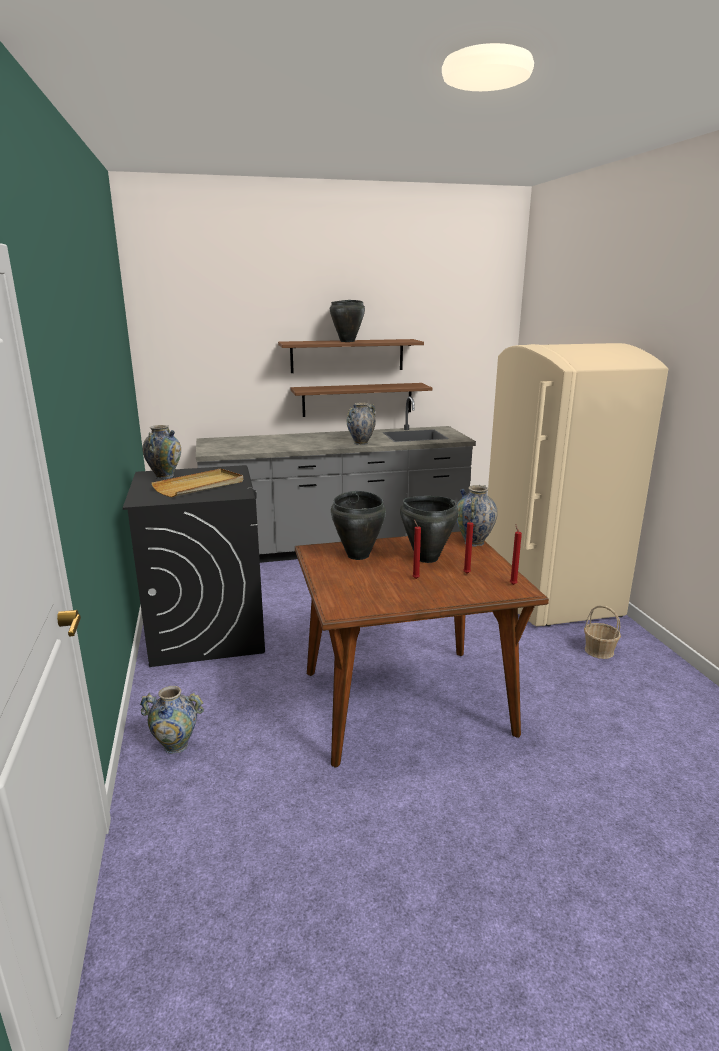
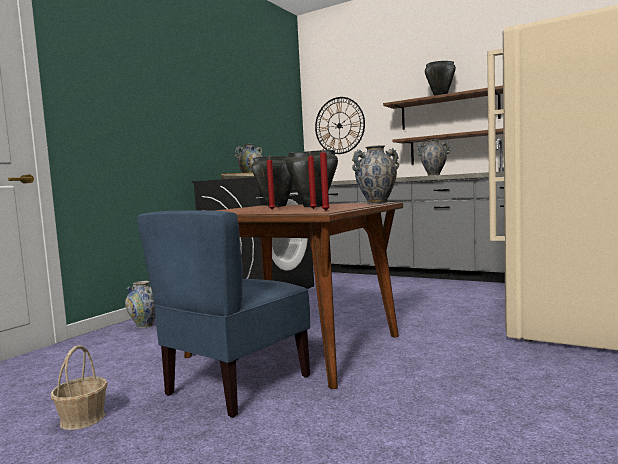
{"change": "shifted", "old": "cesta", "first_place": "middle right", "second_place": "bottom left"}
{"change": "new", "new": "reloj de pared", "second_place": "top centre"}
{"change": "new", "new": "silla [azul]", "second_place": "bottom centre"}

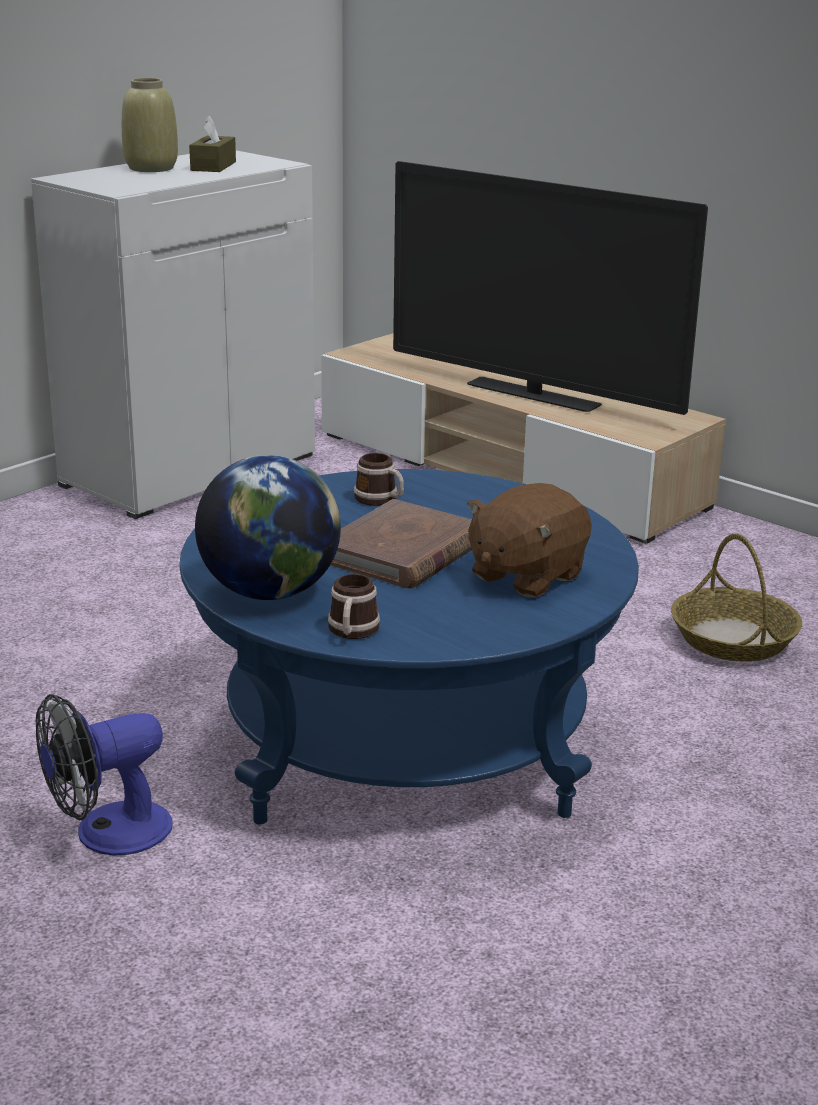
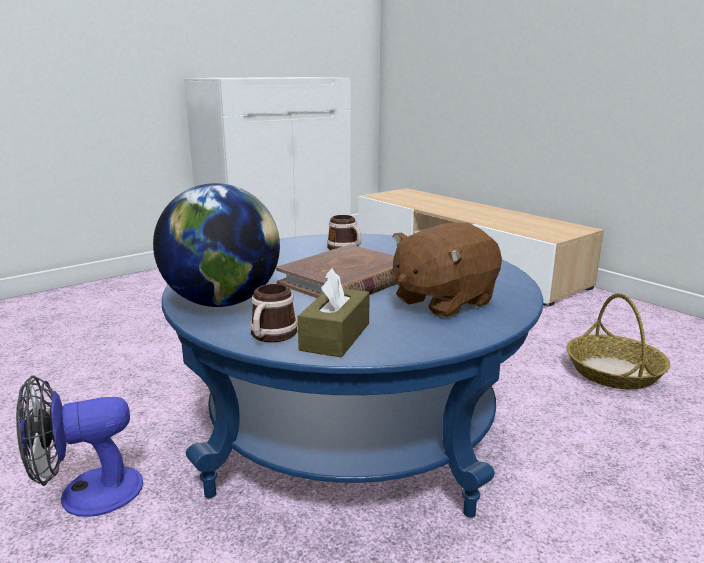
{"change": "gone", "old": "florero [beis]", "first_place": "top left"}
{"change": "shifted", "old": "caja de pañuelos [marrón]", "first_place": "top left", "second_place": "centre"}
{"change": "gone", "old": "televisor", "first_place": "top right"}

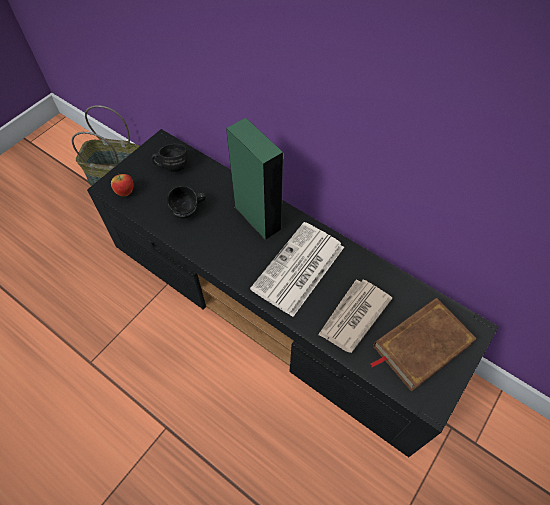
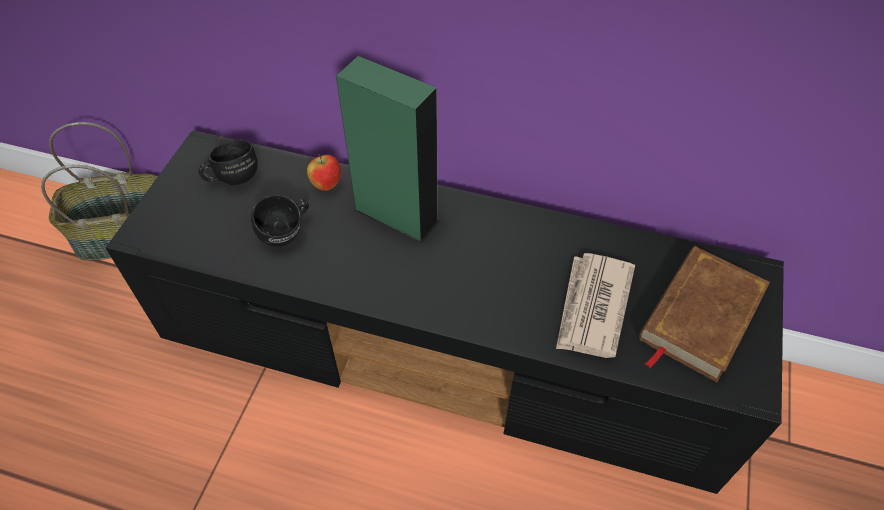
{"change": "shifted", "old": "manzana", "first_place": "middle left", "second_place": "centre"}
{"change": "gone", "old": "periódico (no. 1 from left)", "first_place": "centre"}

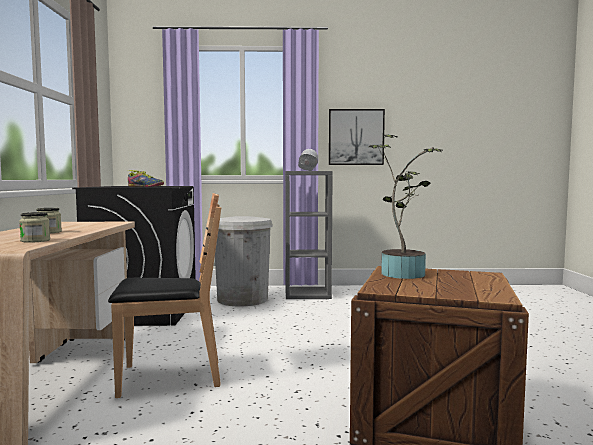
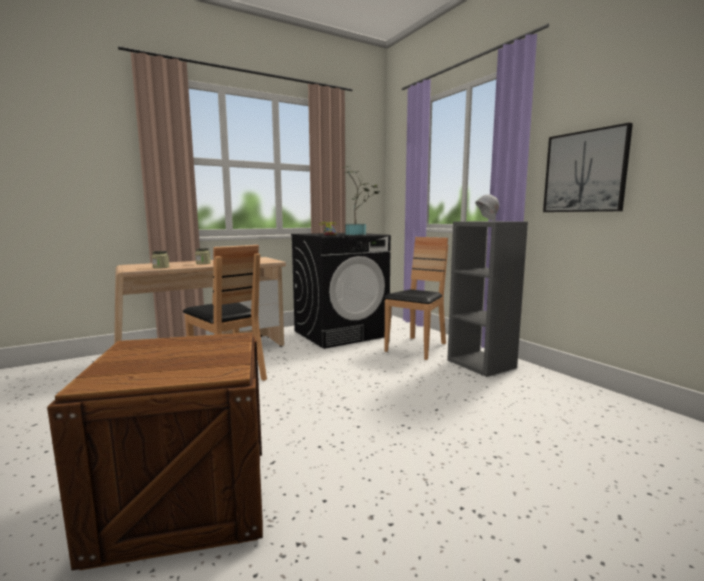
{"change": "shifted", "old": "planta en maceta", "first_place": "middle right", "second_place": "centre"}
{"change": "swapped", "old": "papelera [blanco]", "new": "silla [marrón] (no. 2 from left)", "first_place": "centre", "second_place": "centre"}

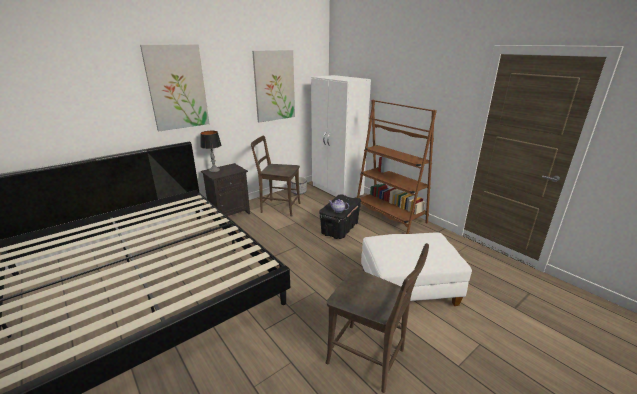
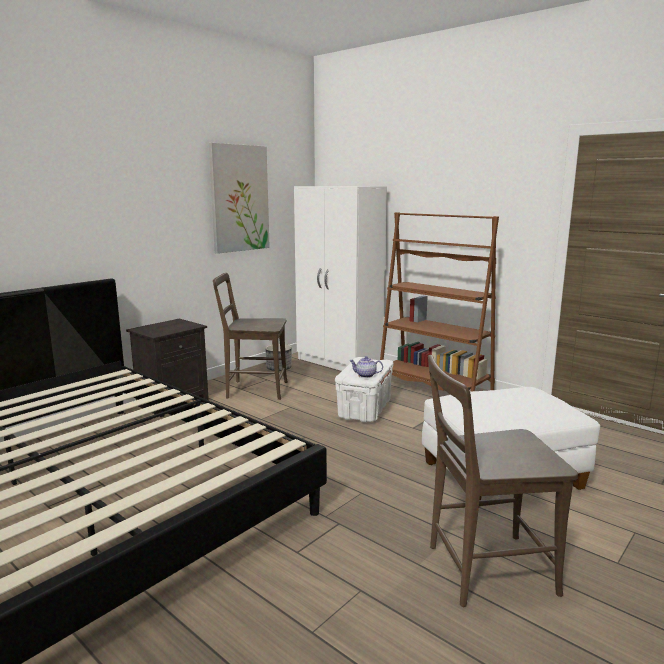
{"change": "gone", "old": "cuadro (no. 1 from left)", "first_place": "top left"}
{"change": "gone", "old": "lámpara de mesa", "first_place": "middle left"}
{"change": "repainted", "old": "caja de almacenaje [negro]", "new": "caja de almacenaje [blanco]", "first_place": "centre", "second_place": "centre"}
{"change": "rotated", "old": "silla [marrón] (no. 2 from left)", "first_place": "bottom centre", "second_place": "bottom right", "degrees": 150}

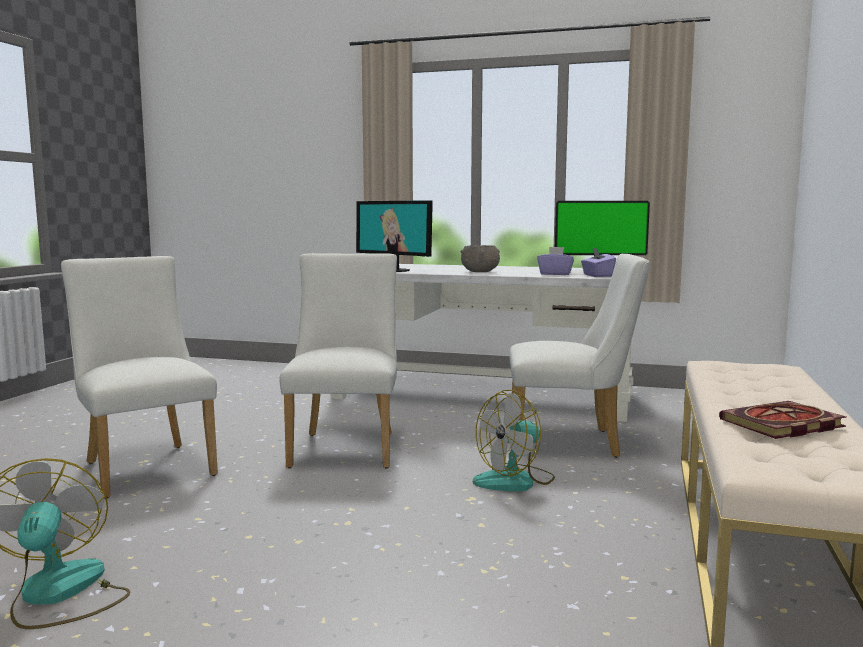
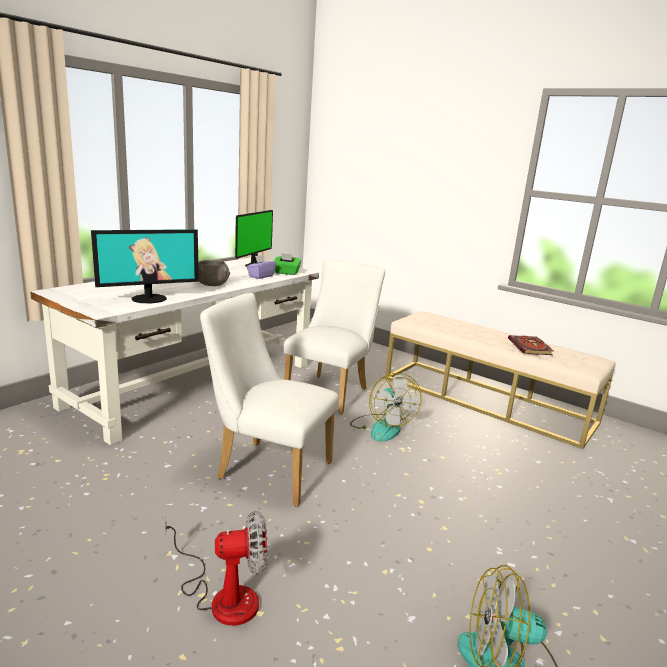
{"change": "repainted", "old": "caja de pañuelos [morado] (no. 2 from left)", "new": "caja de pañuelos [verde]", "first_place": "middle right", "second_place": "centre"}
{"change": "swapped", "old": "silla [blanco] (no. 1 from left)", "new": "ventilador (no. 1 from left)", "first_place": "middle left", "second_place": "bottom left"}

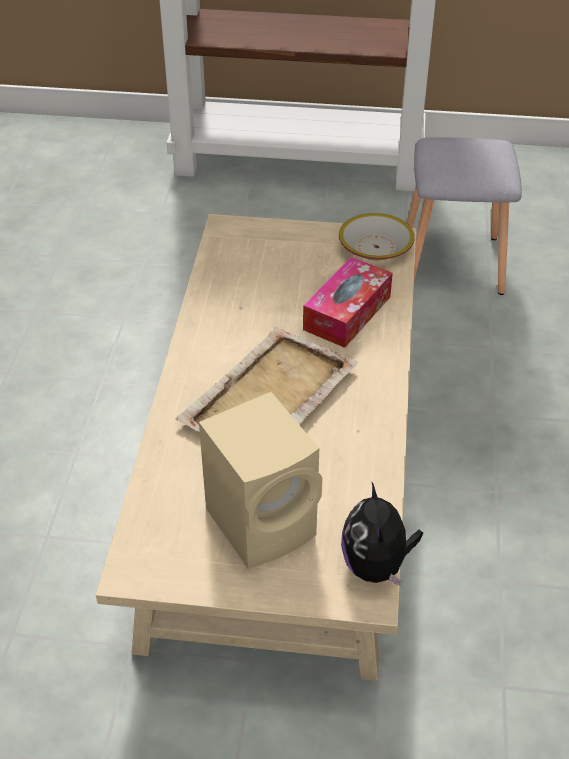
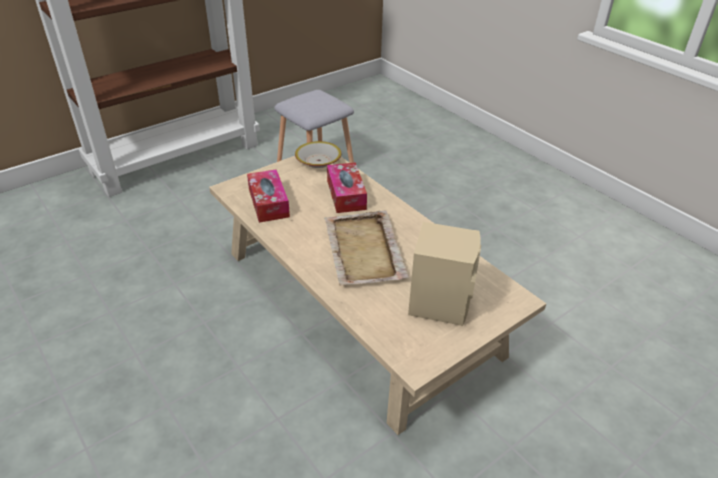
{"change": "gone", "old": "peluche", "first_place": "bottom right"}
{"change": "new", "new": "caja de pañuelos (no. 1 from left)", "second_place": "centre"}

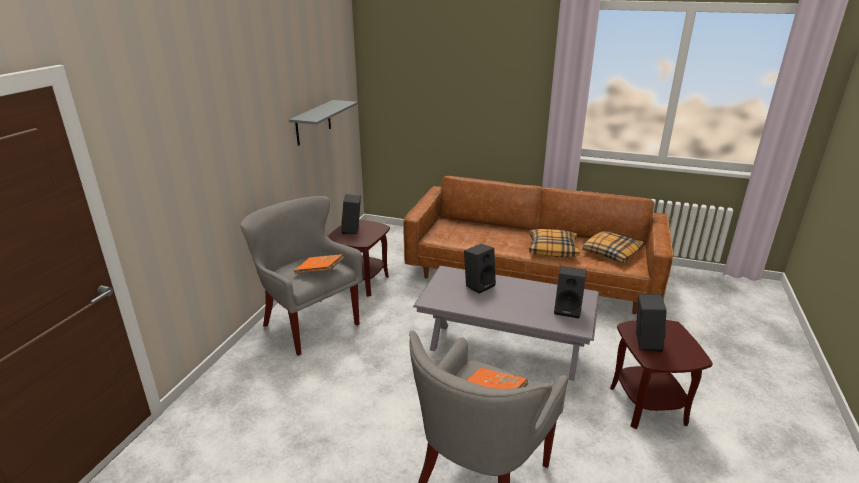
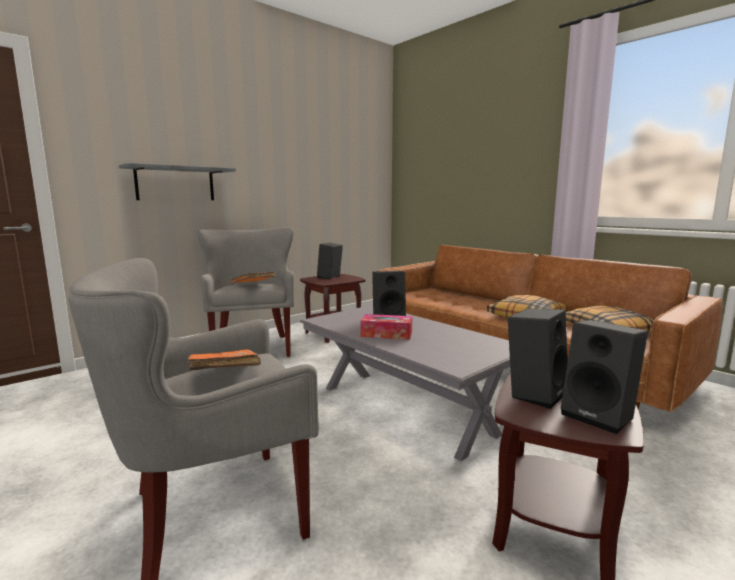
{"change": "shifted", "old": "estante [gris]", "first_place": "top centre", "second_place": "top left"}
{"change": "shifted", "old": "altavoz [negro] (no. 3 from left in the first image)", "new": "altavoz [negro] (no. 4 from left)", "first_place": "centre", "second_place": "middle right"}
{"change": "new", "new": "caja de pañuelos", "second_place": "centre"}

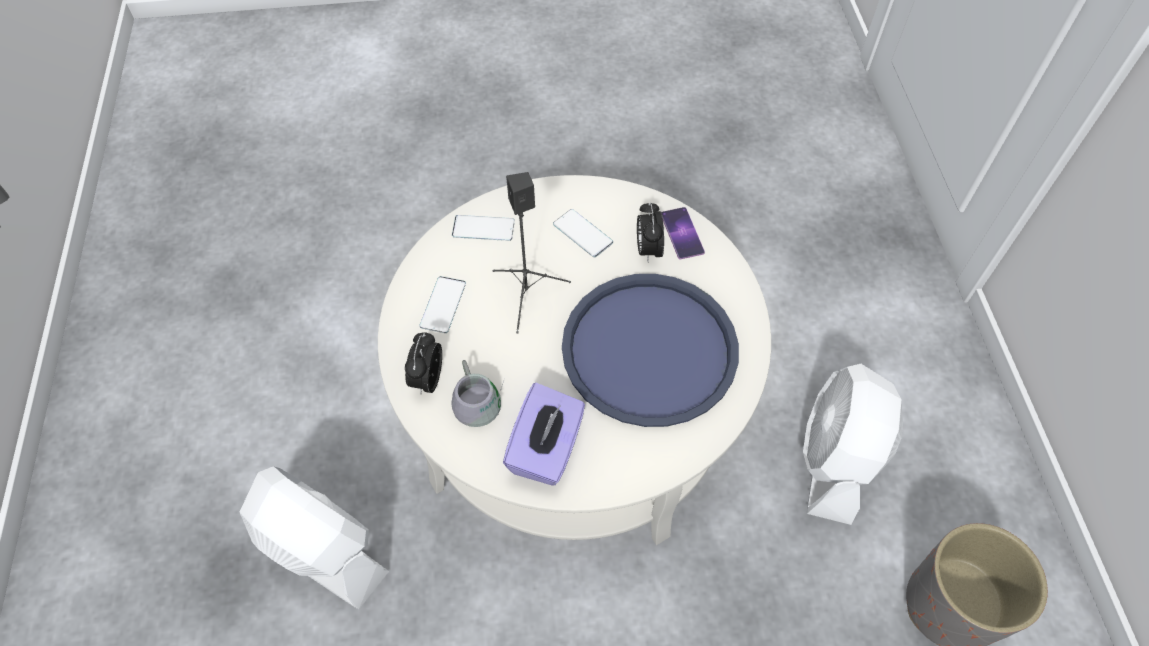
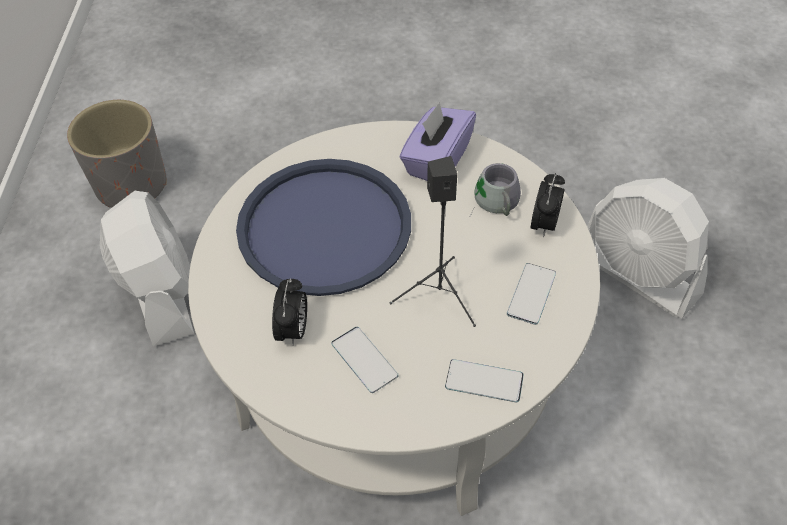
{"change": "gone", "old": "móvil (no. 4 from left)", "first_place": "centre"}
{"change": "rotated", "old": "ventilador [blanco] (no. 2 from left in the first image)", "first_place": "bottom right", "second_place": "middle left", "degrees": -45}

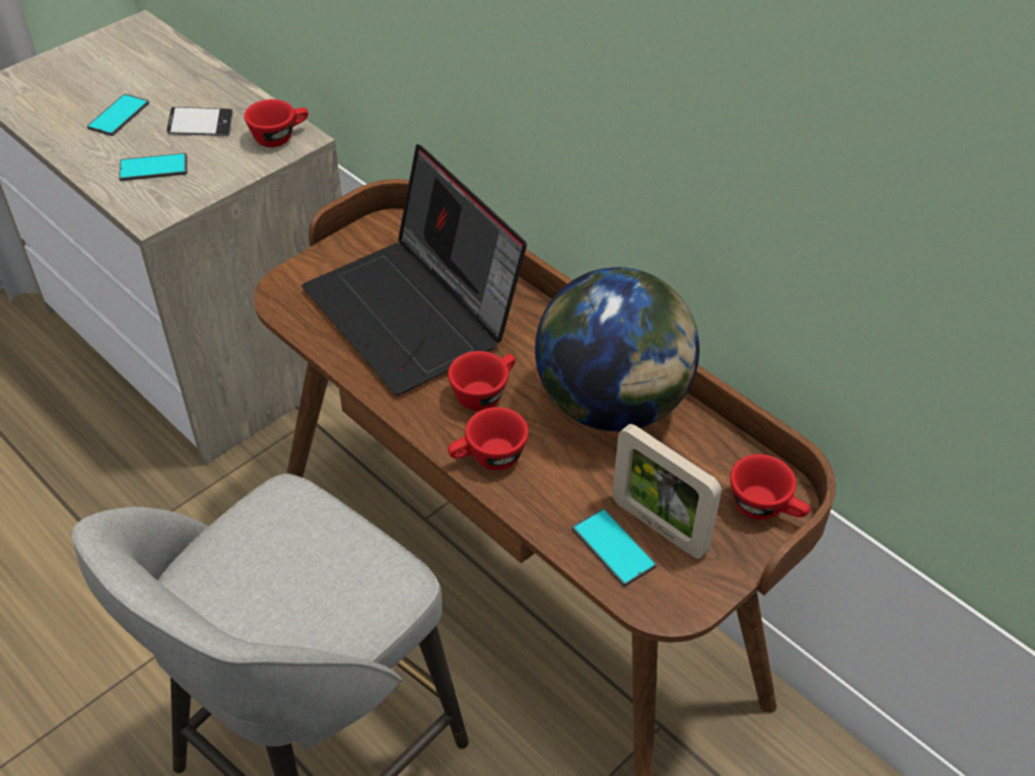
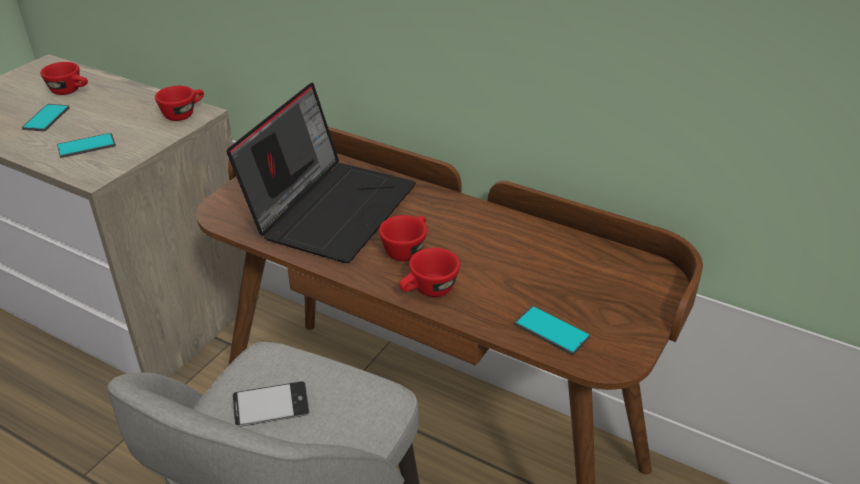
{"change": "shifted", "old": "móvil (no. 3 from left)", "first_place": "top left", "second_place": "bottom left"}
{"change": "rotated", "old": "portátil", "first_place": "centre", "second_place": "centre", "degrees": -105}
{"change": "gone", "old": "globo terráqueo", "first_place": "centre"}
{"change": "gone", "old": "portarretratos", "first_place": "centre"}
{"change": "shifted", "old": "taza [rojo] (no. 4 from left in the first image)", "new": "taza [rojo] (no. 1 from left)", "first_place": "middle right", "second_place": "top left"}

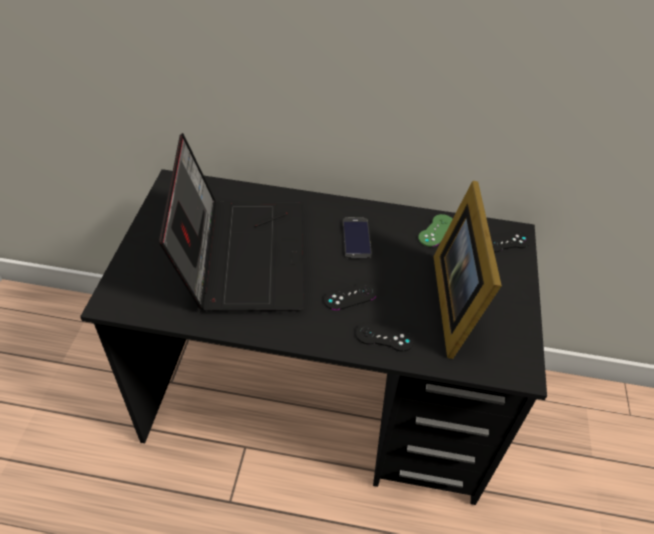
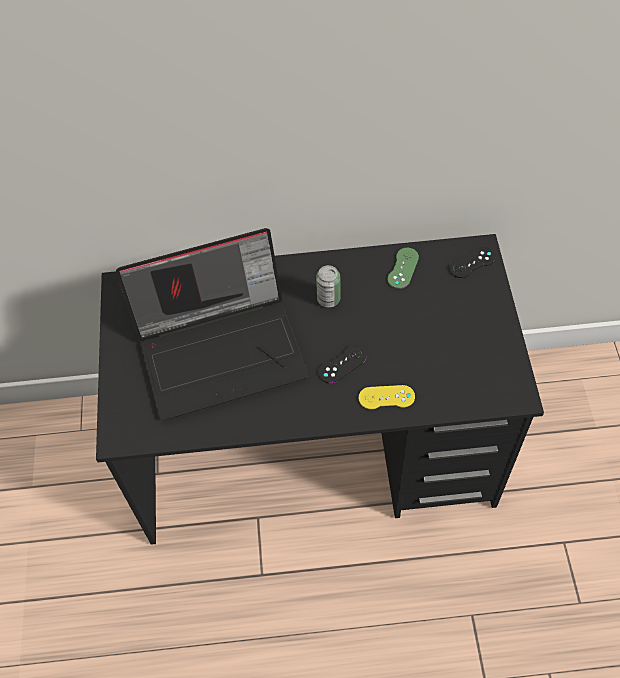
{"change": "rotated", "old": "portátil", "first_place": "centre", "second_place": "centre", "degrees": 90}
{"change": "gone", "old": "portarretratos", "first_place": "middle right"}
{"change": "swapped", "old": "móvil", "new": "lata", "first_place": "centre", "second_place": "centre"}
{"change": "repainted", "old": "mando de consola [negro] (no. 2 from left)", "new": "mando de consola [amarillo]", "first_place": "centre", "second_place": "centre"}

